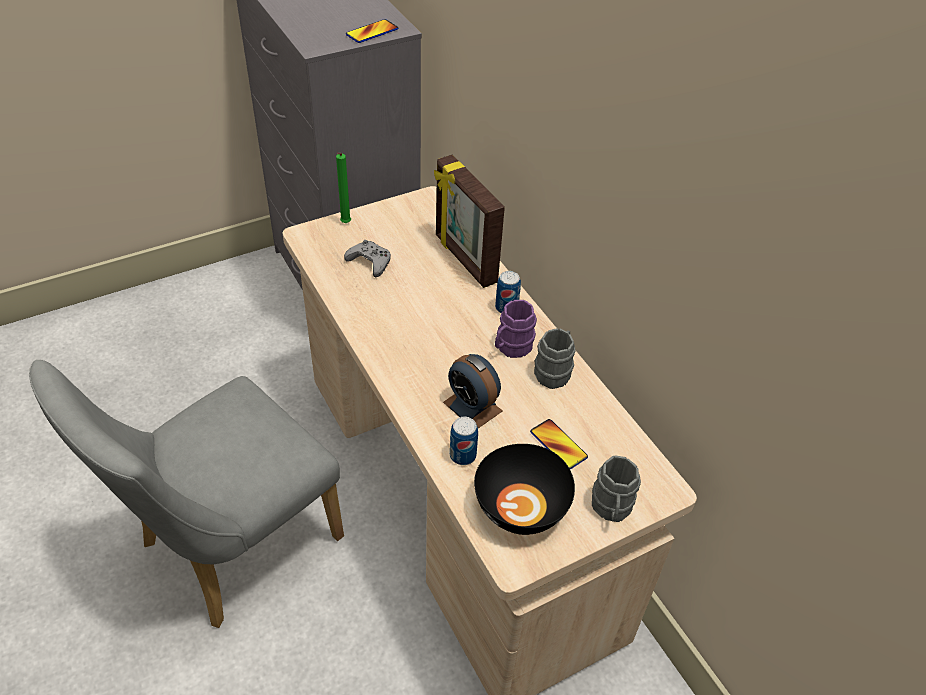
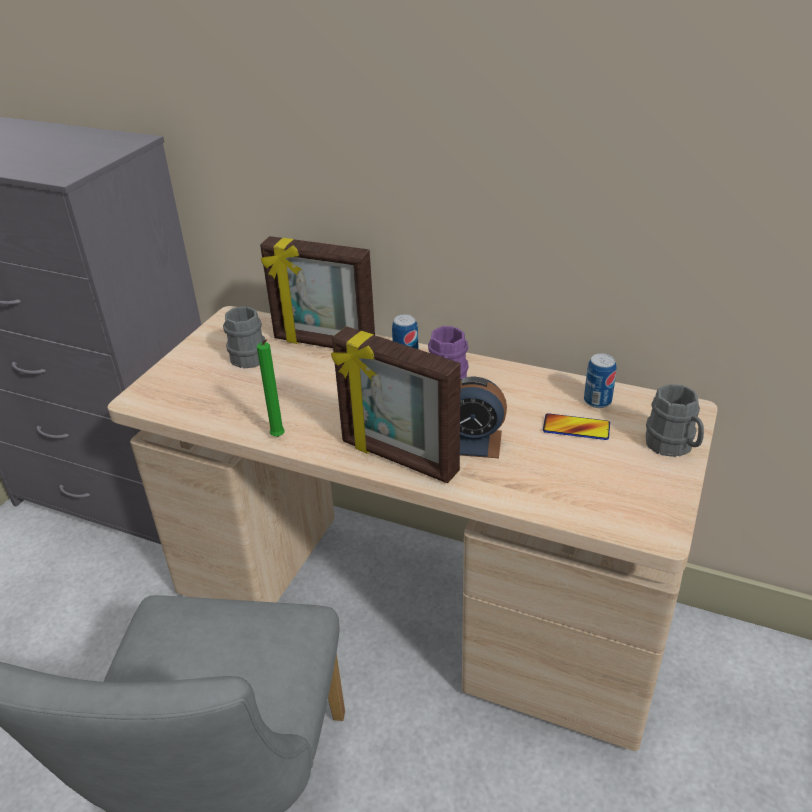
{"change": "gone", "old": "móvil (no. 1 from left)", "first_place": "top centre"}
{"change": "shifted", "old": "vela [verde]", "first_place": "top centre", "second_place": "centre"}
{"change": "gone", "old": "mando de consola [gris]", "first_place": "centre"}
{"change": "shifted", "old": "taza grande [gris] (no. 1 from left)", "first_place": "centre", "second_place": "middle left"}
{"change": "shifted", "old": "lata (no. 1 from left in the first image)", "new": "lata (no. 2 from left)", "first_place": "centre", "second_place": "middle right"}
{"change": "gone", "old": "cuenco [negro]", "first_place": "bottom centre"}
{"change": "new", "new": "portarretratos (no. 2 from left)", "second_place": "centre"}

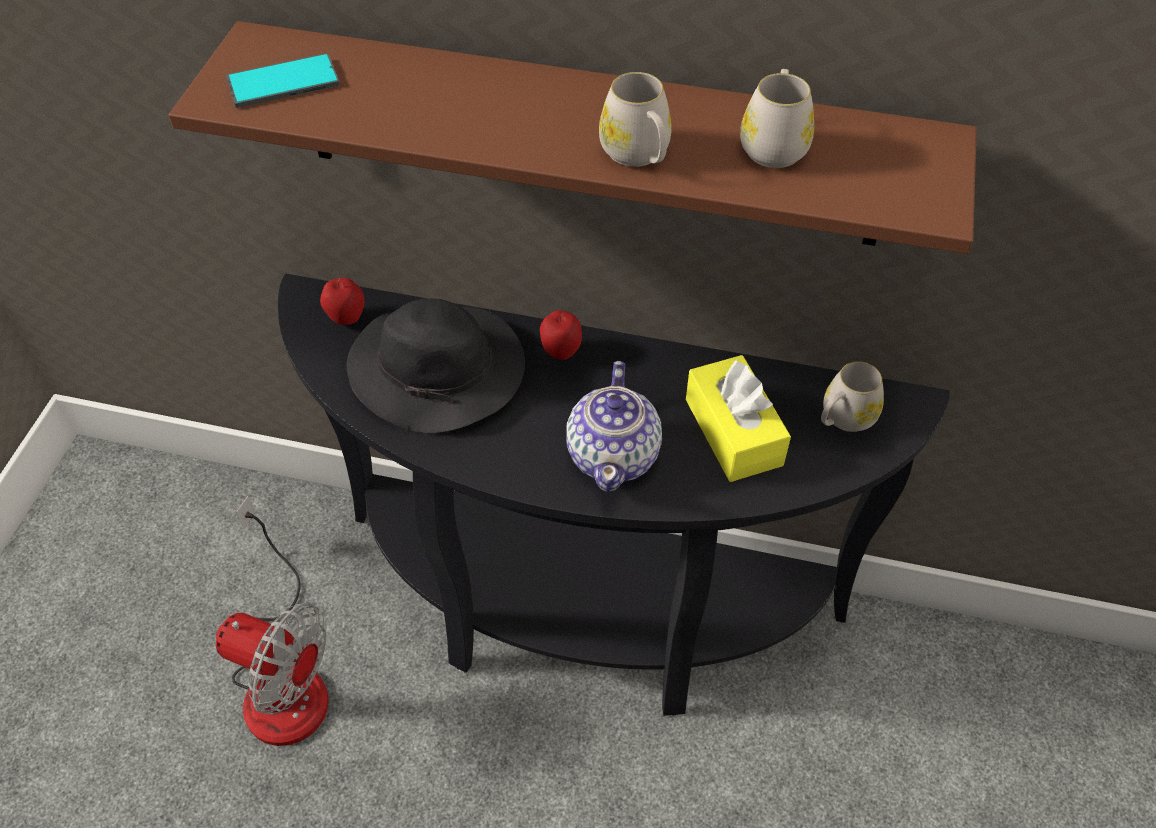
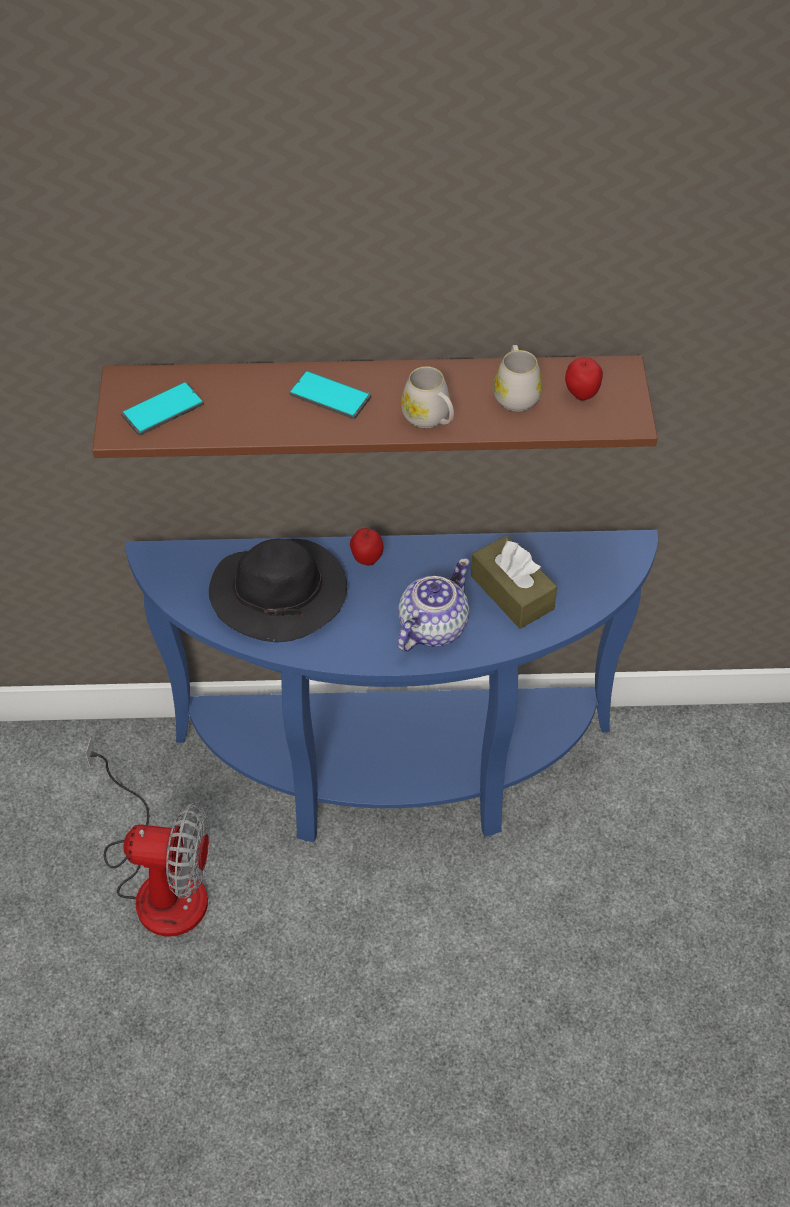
{"change": "repainted", "old": "mesa consola [negro]", "new": "mesa consola [azul]", "first_place": "centre", "second_place": "centre"}
{"change": "shifted", "old": "manzana (no. 1 from left in the first image)", "new": "manzana (no. 2 from left)", "first_place": "middle left", "second_place": "top right"}
{"change": "repainted", "old": "caja de pañuelos [amarillo]", "new": "caja de pañuelos [marrón]", "first_place": "centre", "second_place": "centre"}
{"change": "rotated", "old": "tetera", "first_place": "centre", "second_place": "centre", "degrees": -135}
{"change": "gone", "old": "taza grande [blanco] (no. 3 from left)", "first_place": "middle right"}
{"change": "new", "new": "móvil (no. 2 from left)", "second_place": "top centre"}

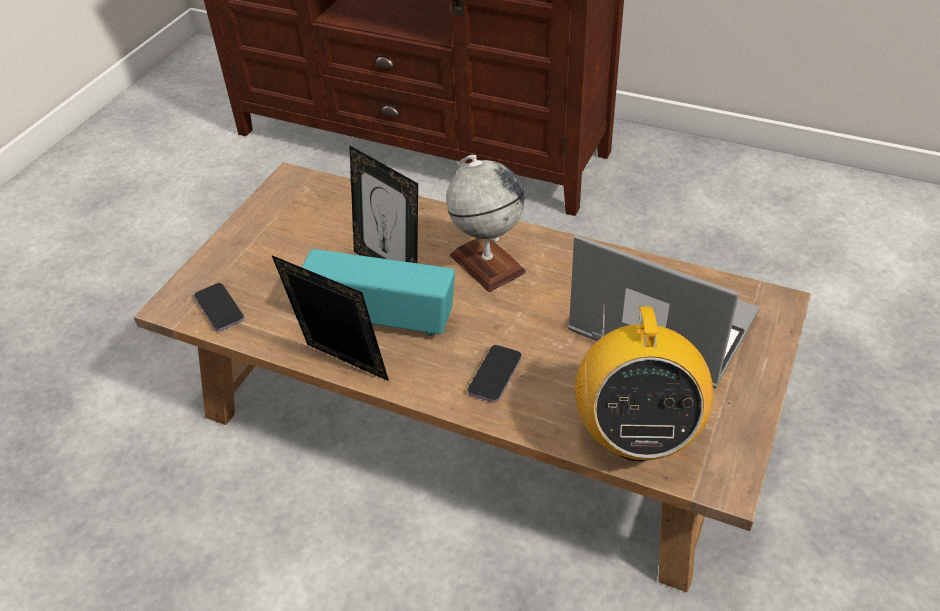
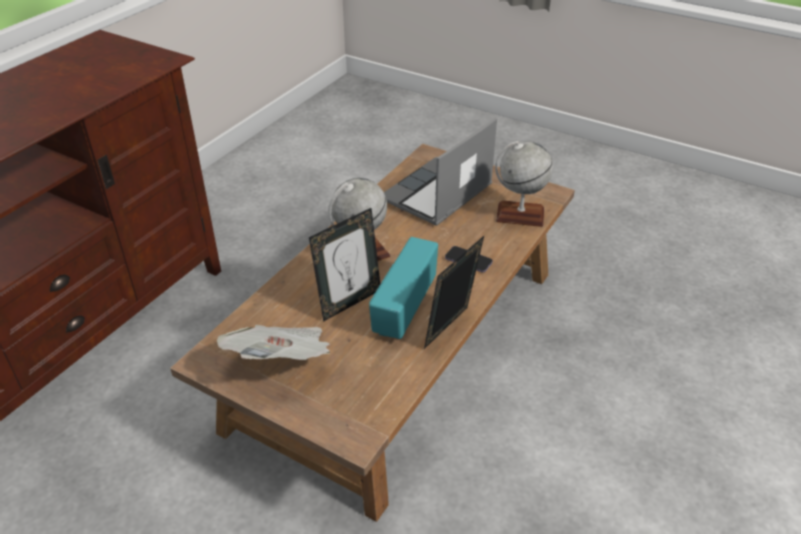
{"change": "gone", "old": "móvil (no. 1 from left)", "first_place": "middle left"}
{"change": "swapped", "old": "radio (no. 2 from left)", "new": "globo terráqueo (no. 2 from left)", "first_place": "middle right", "second_place": "centre"}
{"change": "new", "new": "periódico", "second_place": "centre"}

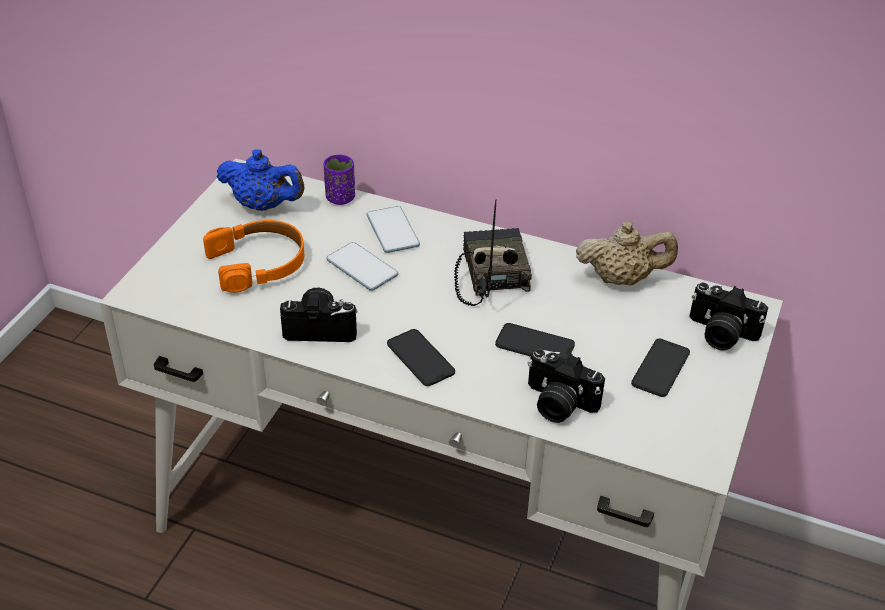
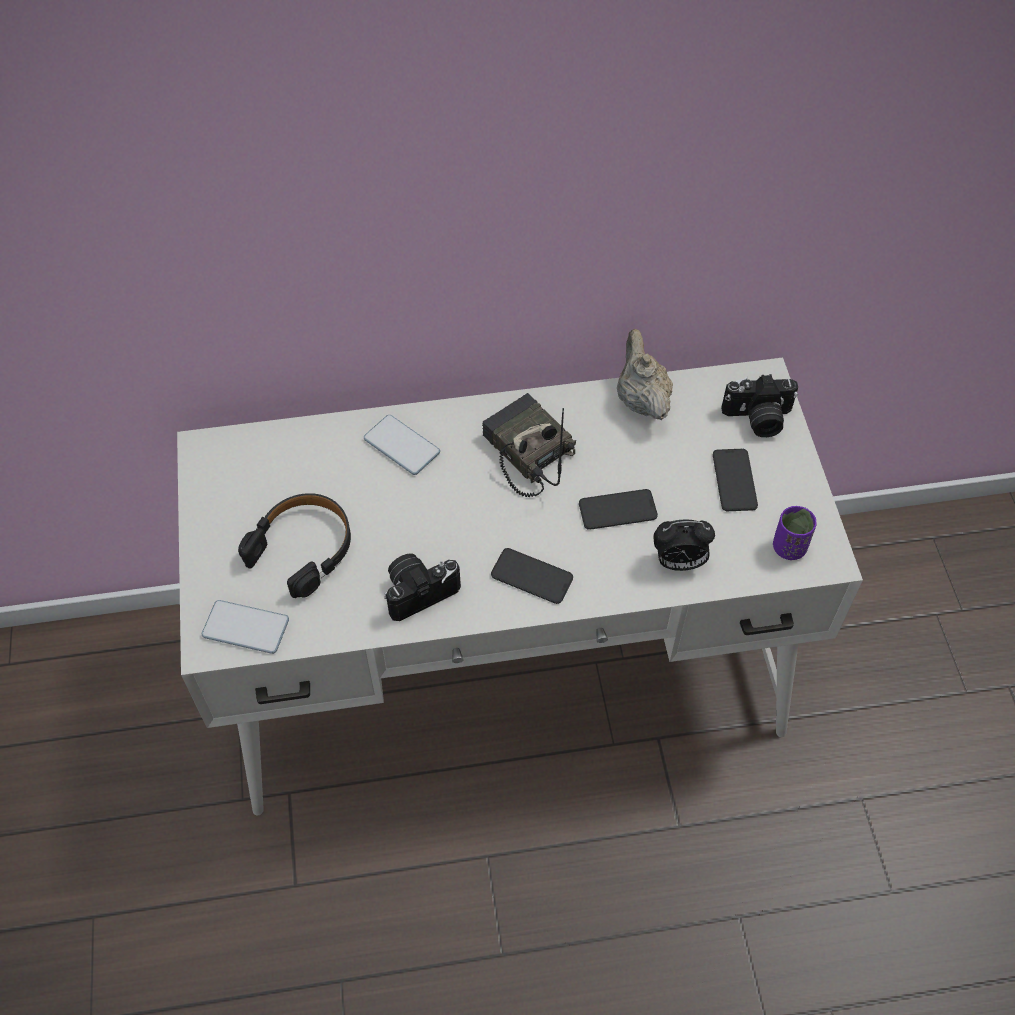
{"change": "gone", "old": "tetera [azul]", "first_place": "top left"}
{"change": "shifted", "old": "taza [morado]", "first_place": "top centre", "second_place": "middle right"}
{"change": "repainted", "old": "auriculares [naranja]", "new": "auriculares [negro]", "first_place": "middle left", "second_place": "middle left"}
{"change": "rotated", "old": "tetera [beis]", "first_place": "middle right", "second_place": "centre", "degrees": -75}
{"change": "shifted", "old": "móvil (no. 1 from left)", "first_place": "centre", "second_place": "middle left"}
{"change": "swapped", "old": "cámara (no. 2 from left)", "new": "despertador", "first_place": "centre", "second_place": "middle right"}

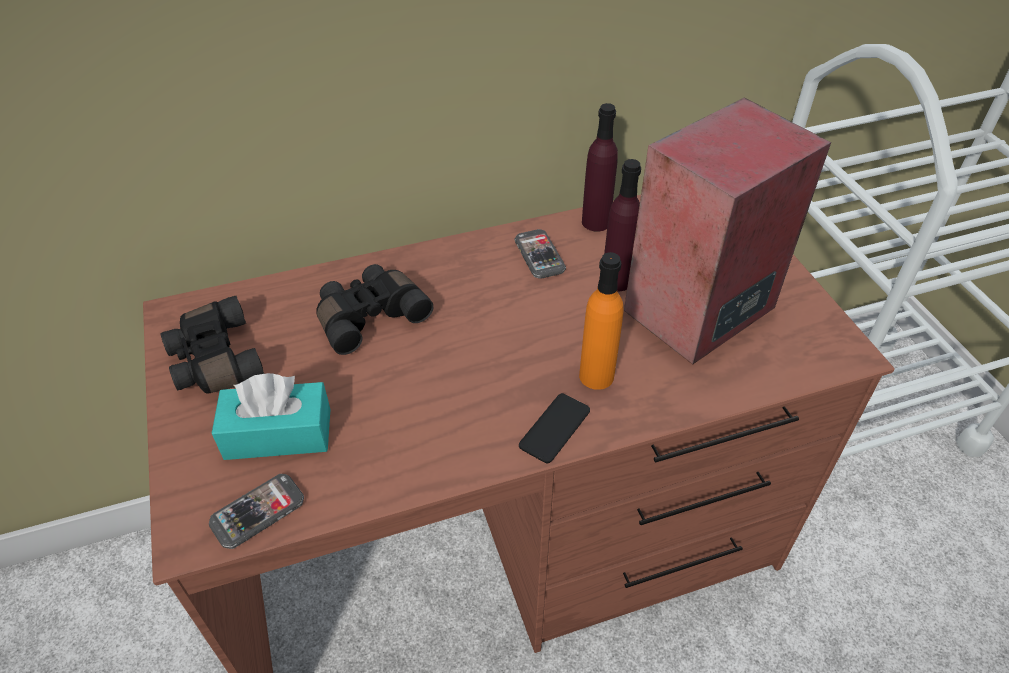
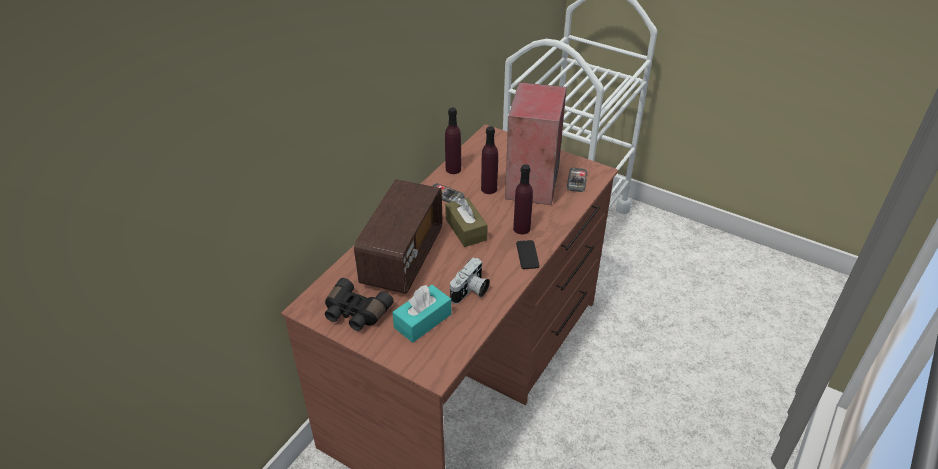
{"change": "repainted", "old": "botella [naranja]", "new": "botella [morado] (no. 3 from left)", "first_place": "centre", "second_place": "centre"}
{"change": "swapped", "old": "prismáticos [negro] (no. 2 from left)", "new": "radio", "first_place": "centre", "second_place": "centre"}
{"change": "shifted", "old": "móvil (no. 1 from left in the first image)", "new": "móvil (no. 3 from left)", "first_place": "bottom left", "second_place": "centre"}
{"change": "new", "new": "caja de pañuelos [marrón]", "second_place": "centre"}
{"change": "new", "new": "cámara", "second_place": "centre"}

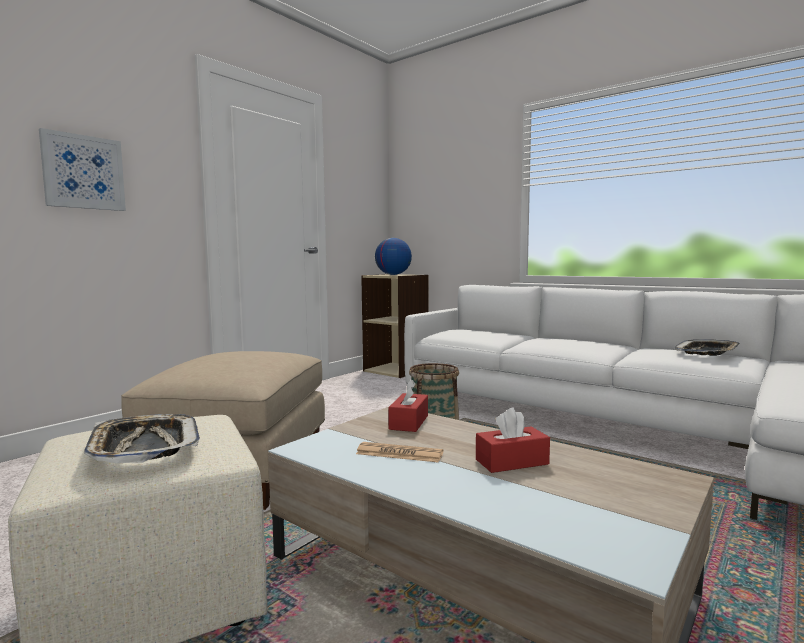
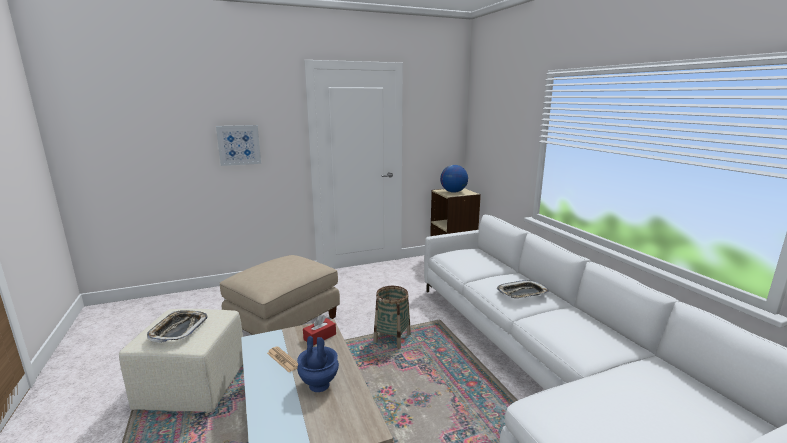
{"change": "shifted", "old": "bandeja (no. 2 from left)", "first_place": "middle right", "second_place": "centre"}
{"change": "swapped", "old": "caja de pañuelos [rojo] (no. 2 from left)", "new": "florero [azul]", "first_place": "bottom centre", "second_place": "bottom centre"}

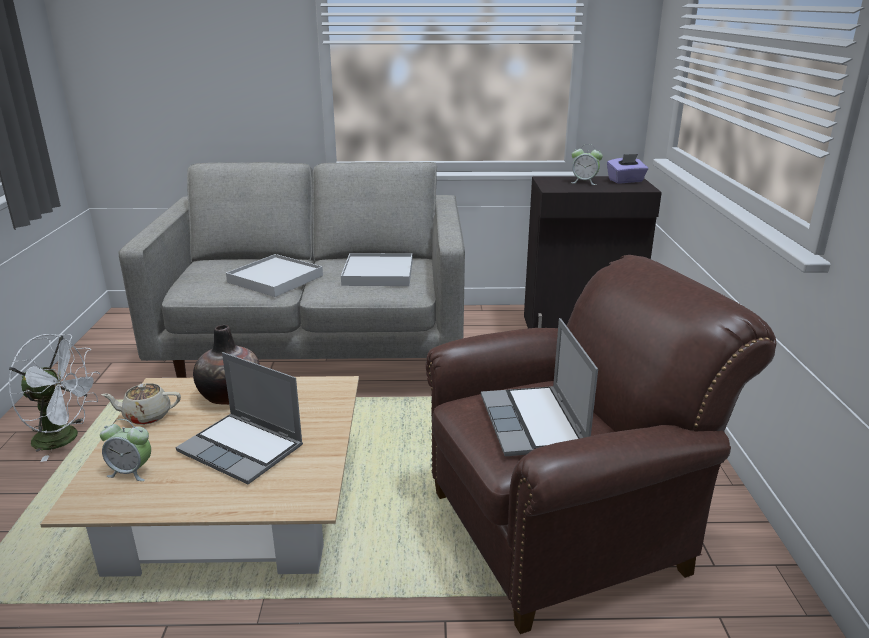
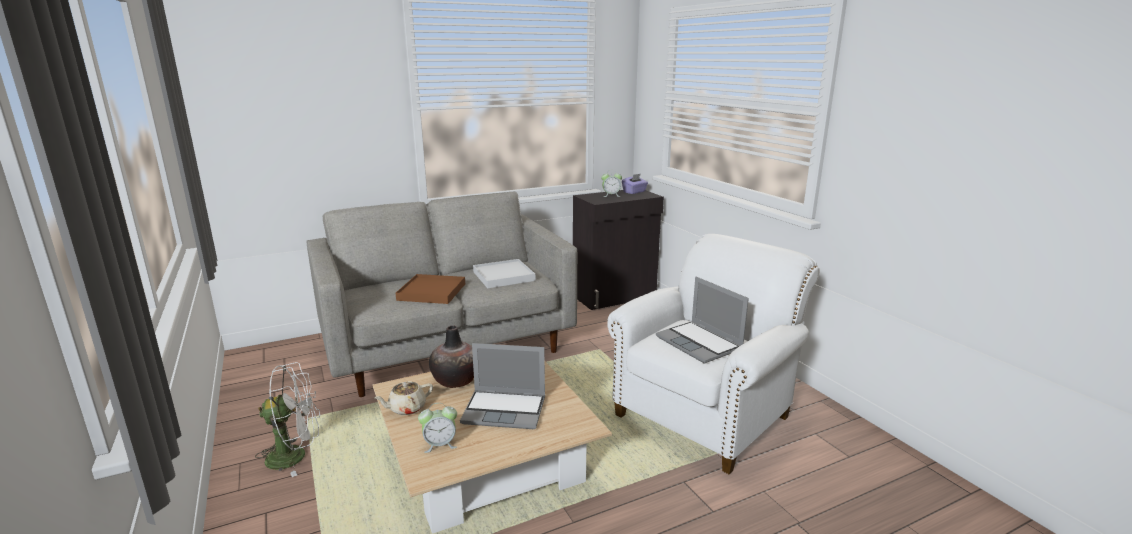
{"change": "repainted", "old": "bandeja [blanco] (no. 1 from left)", "new": "bandeja [marrón]", "first_place": "middle left", "second_place": "centre"}
{"change": "repainted", "old": "sillón [marrón]", "new": "sillón [blanco]", "first_place": "bottom right", "second_place": "centre"}

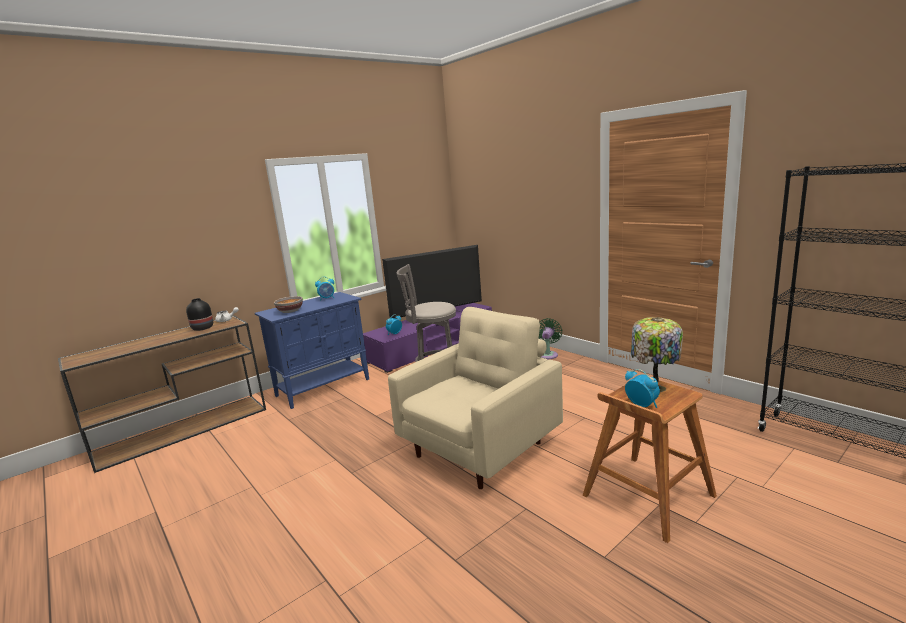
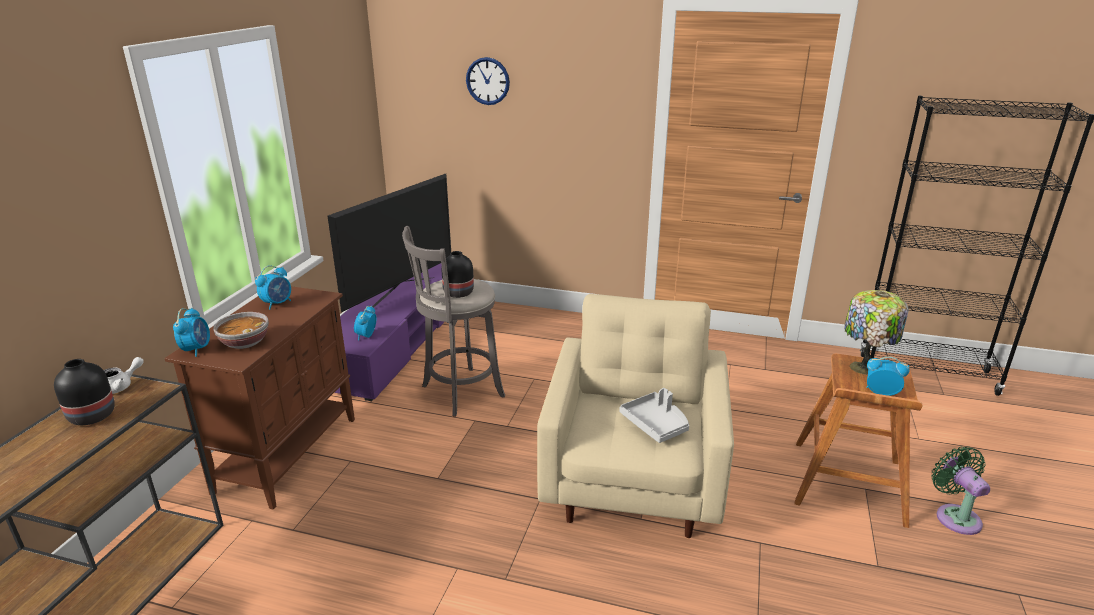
{"change": "repainted", "old": "armario [azul]", "new": "armario [marrón]", "first_place": "centre", "second_place": "middle left"}
{"change": "shifted", "old": "ventilador [verde]", "first_place": "centre", "second_place": "bottom right"}
{"change": "new", "new": "reloj de pared", "second_place": "top centre"}
{"change": "new", "new": "florero [negro] (no. 2 from left)", "second_place": "centre"}
{"change": "new", "new": "despertador (no. 1 from left)", "second_place": "middle left"}
{"change": "new", "new": "bandeja [gris]", "second_place": "bottom centre"}

